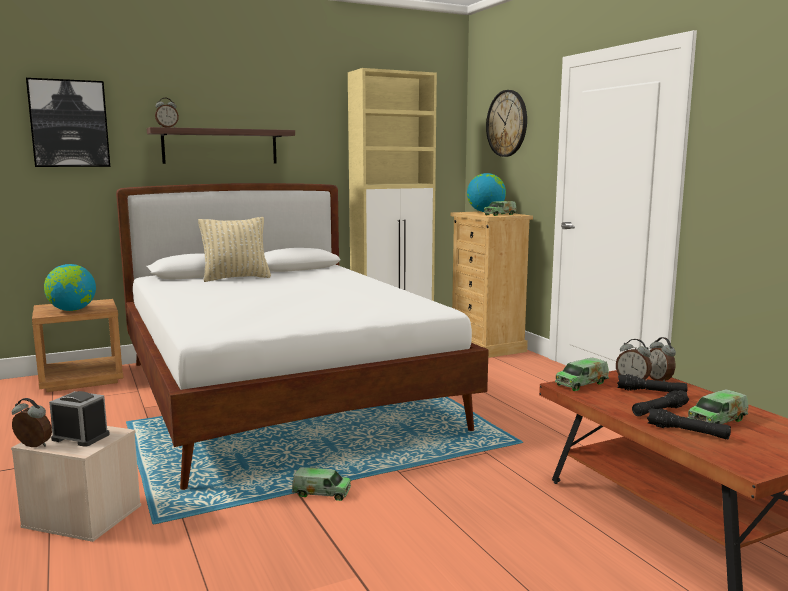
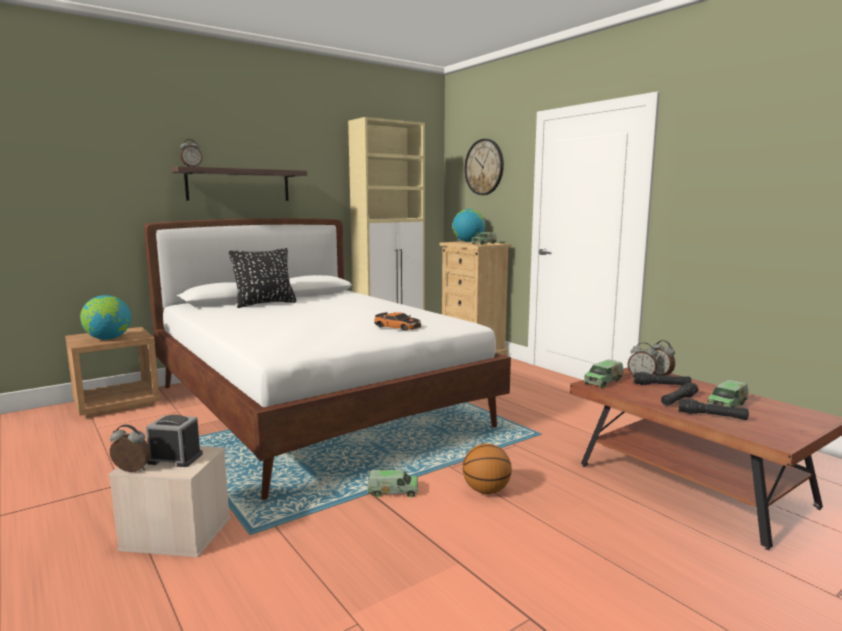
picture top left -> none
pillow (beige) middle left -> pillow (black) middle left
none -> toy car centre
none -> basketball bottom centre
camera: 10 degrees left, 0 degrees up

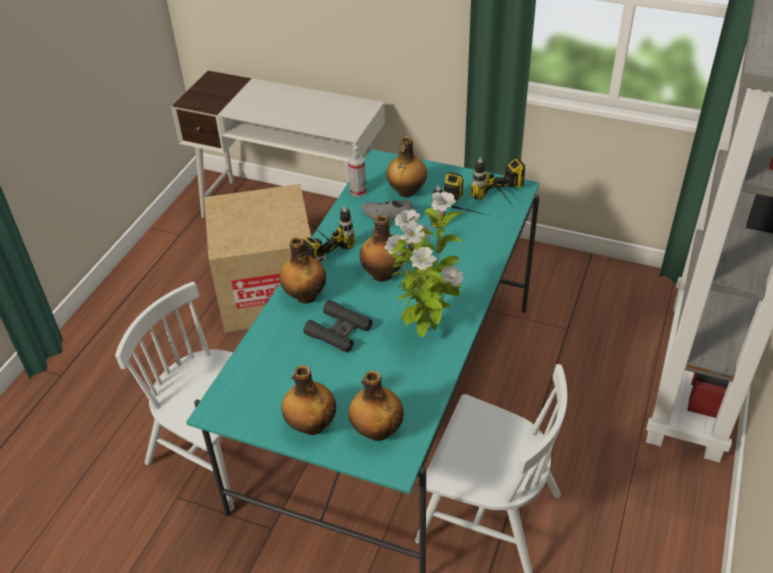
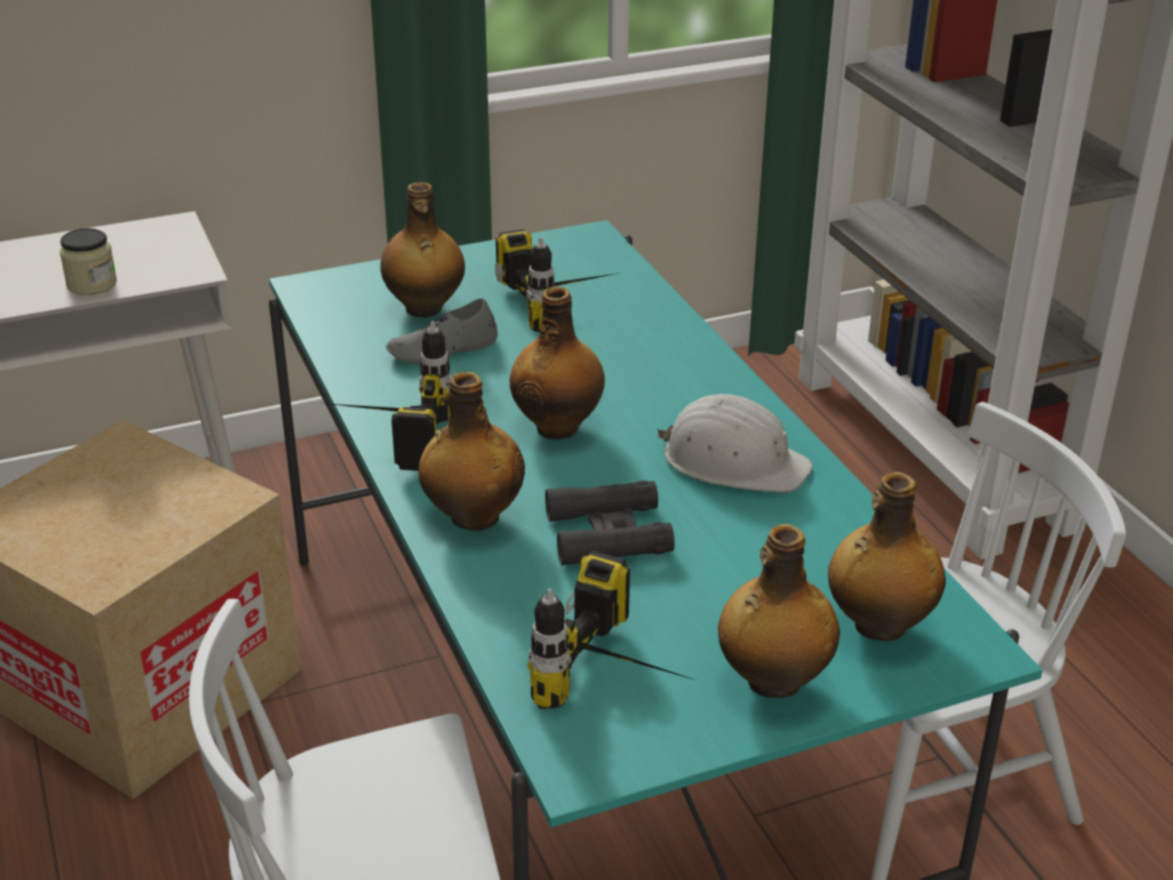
spray bottle top centre -> none
power drill (3rd from left) top centre -> power drill (3rd from left) bottom centre, move
potted plant centre -> hard hat (white) centre
none -> jar top left
camera: 45 degrees left, 10 degrees down

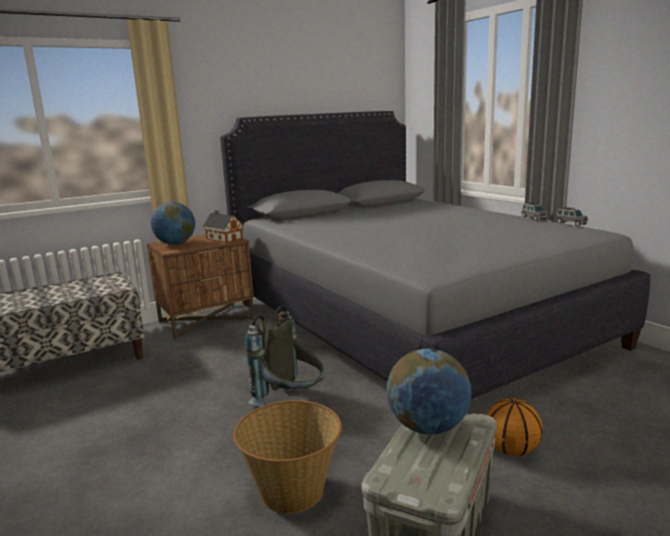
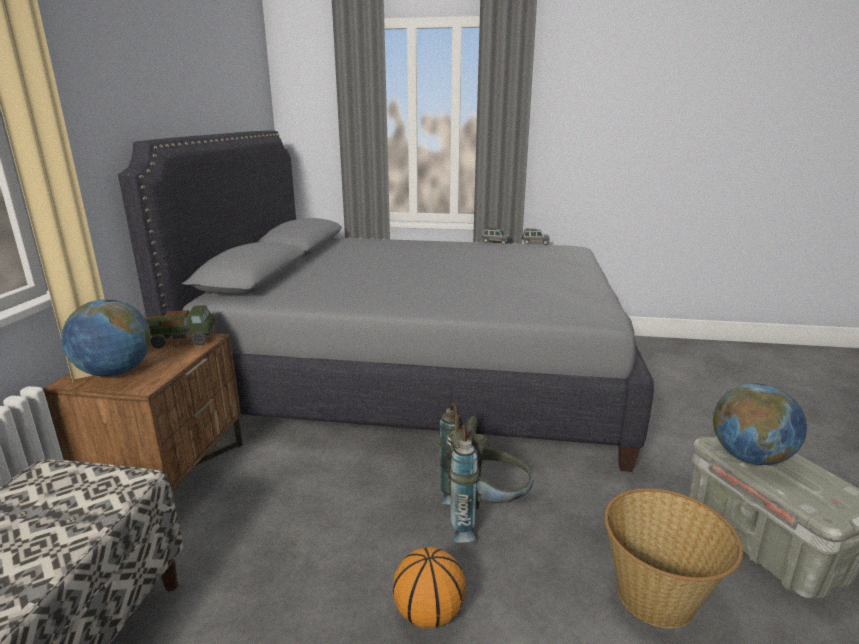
toy house middle left -> toy truck middle left
basketball bottom right -> basketball bottom centre, move
camera: 50 degrees left, 5 degrees up

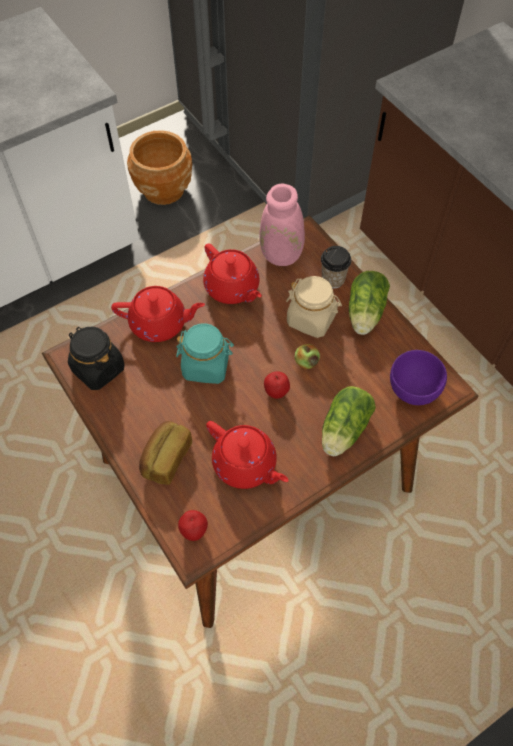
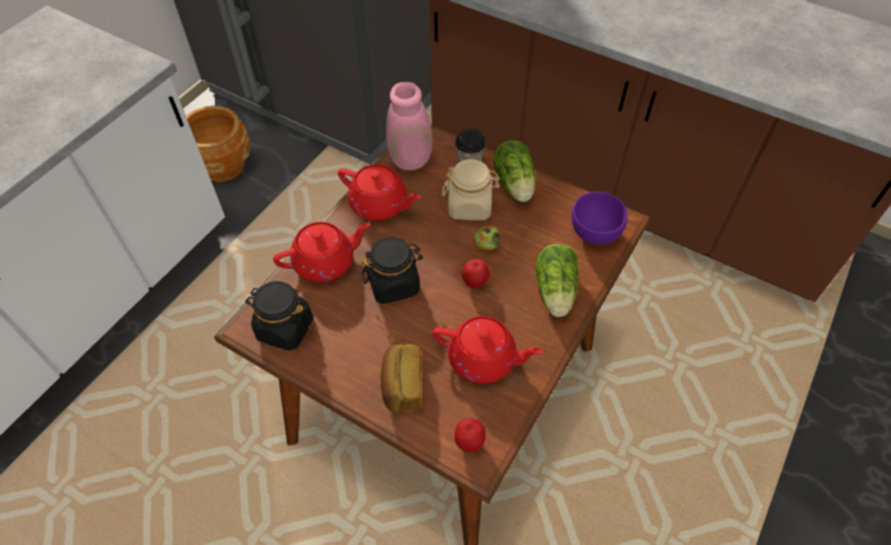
jar (turquoise) centre -> jar (black) (2nd from left) centre
camera: 25 degrees left, 5 degrees down

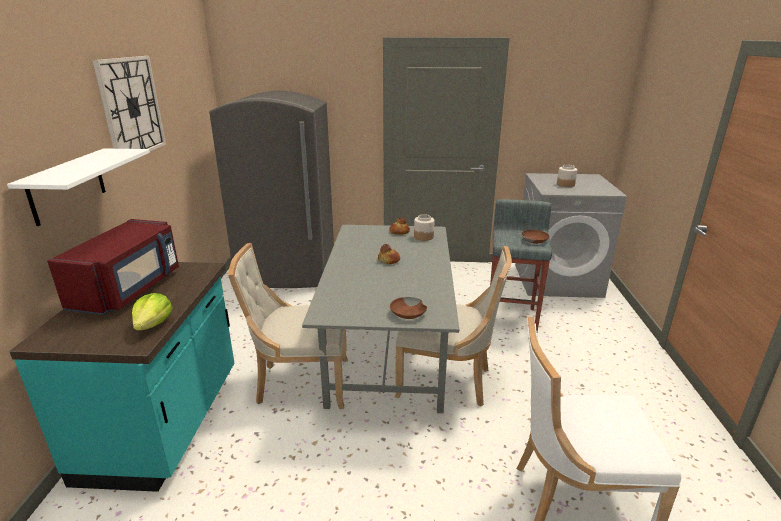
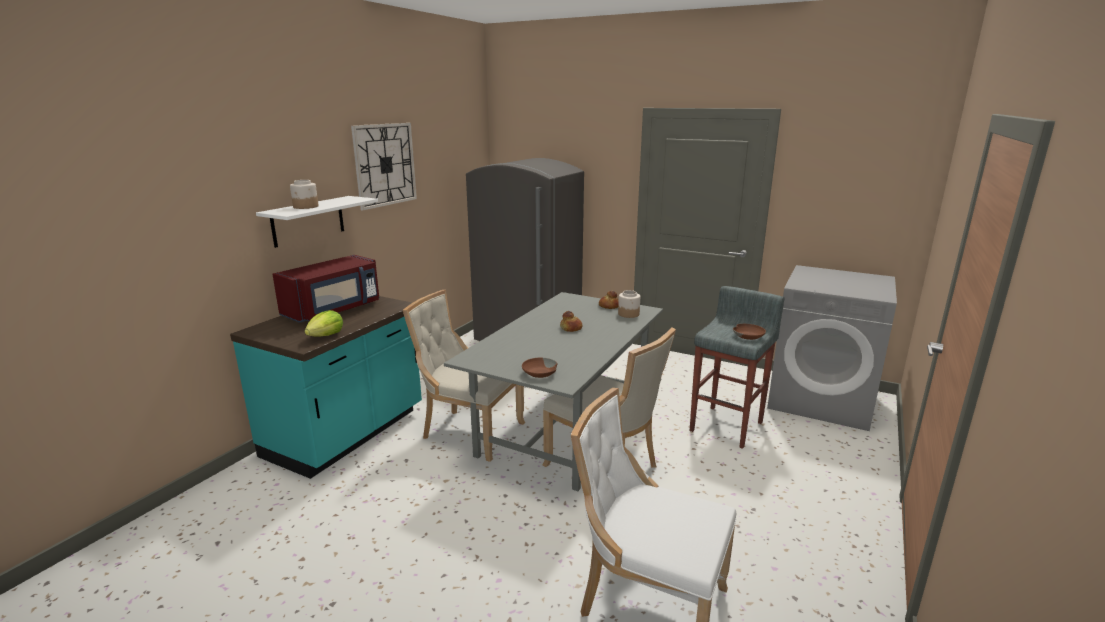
jar (2nd from left in the first image) middle right -> jar (1st from left) top left, move
camera: 25 degrees right, 5 degrees down

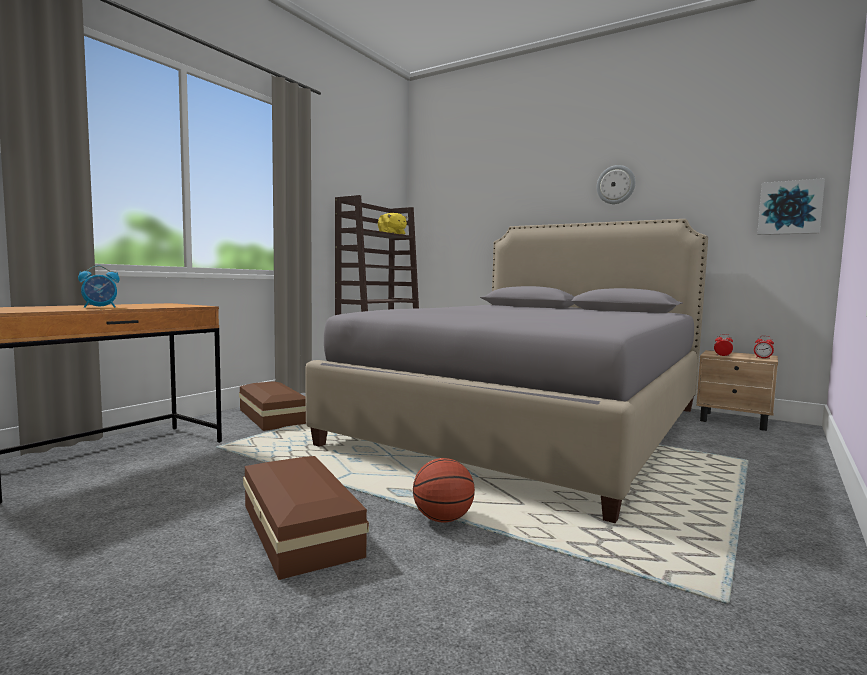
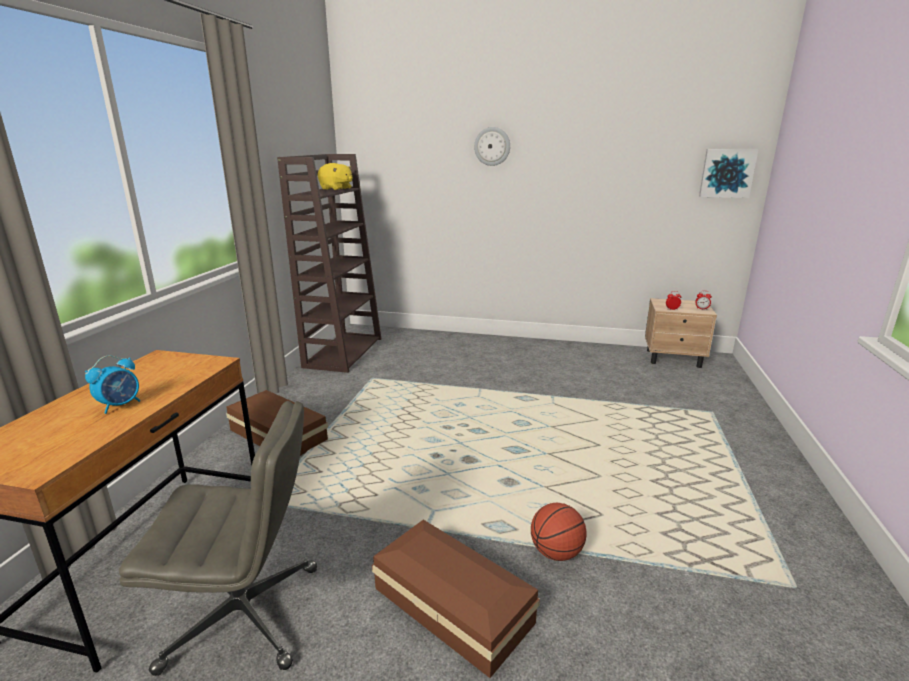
wall clock top right -> wall clock top centre, move
bed (grey) centre -> none
none -> office chair (grey) bottom left
camera: 20 degrees left, 15 degrees up

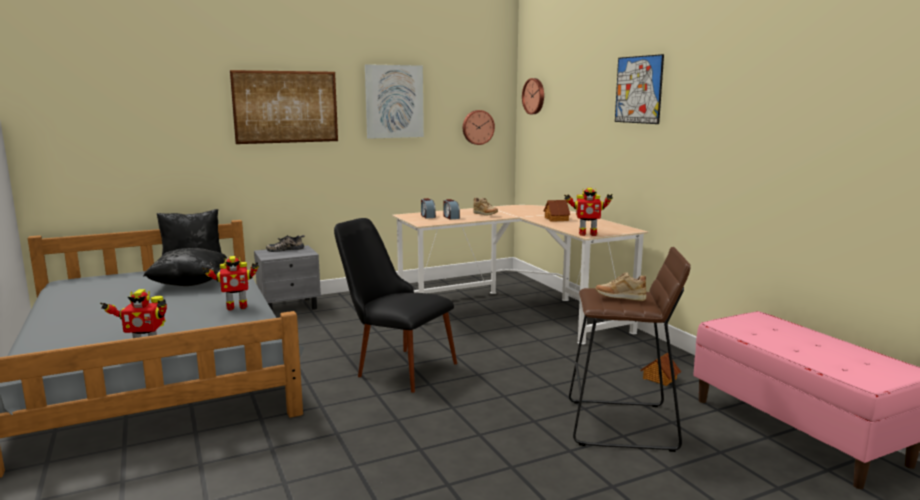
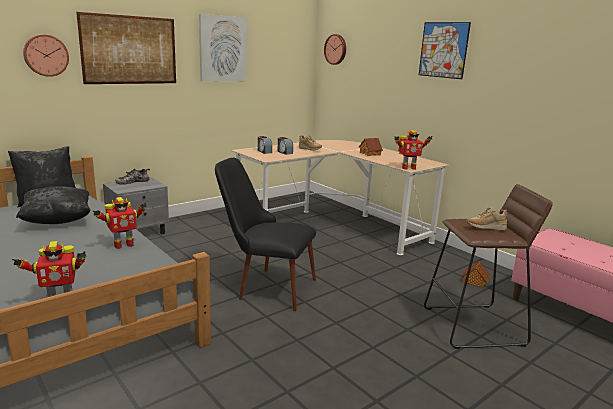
wall clock (1st from left) top centre -> wall clock (1st from left) top left, move
camera: 15 degrees left, 5 degrees up

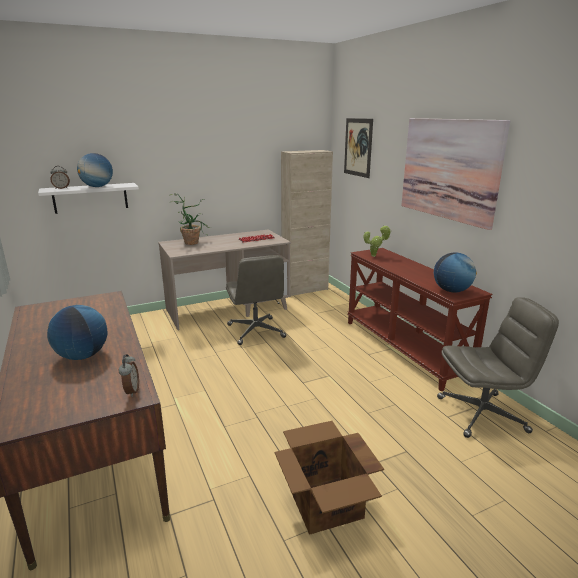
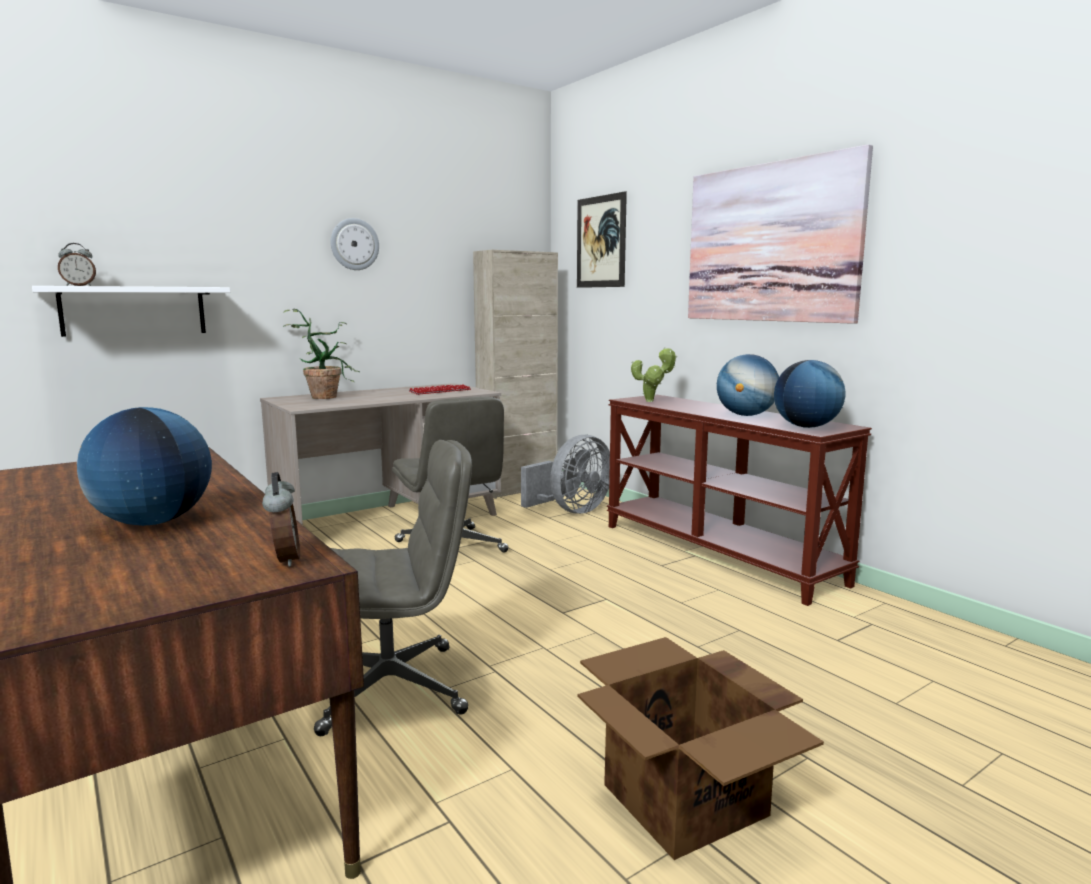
globe (2nd from left) top left -> globe (2nd from left) middle right, move
office chair (grey) (2nd from left in the first image) middle right -> office chair (grey) (1st from left) centre, move
none -> wall clock top left
none -> fan (grey) centre
camera: 10 degrees left, 10 degrees down

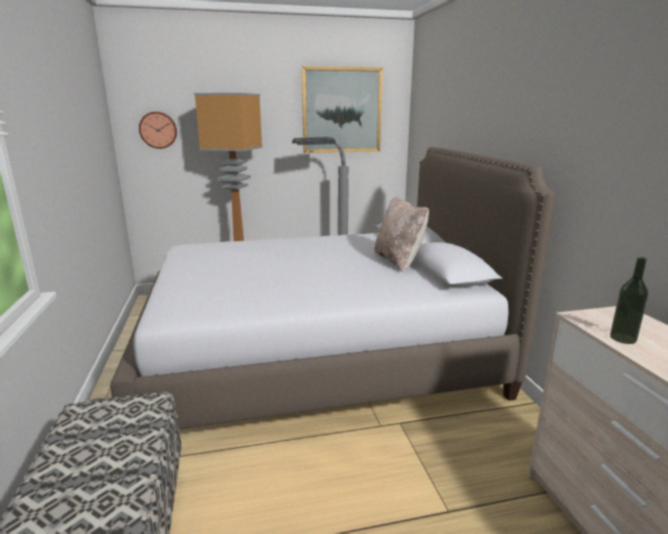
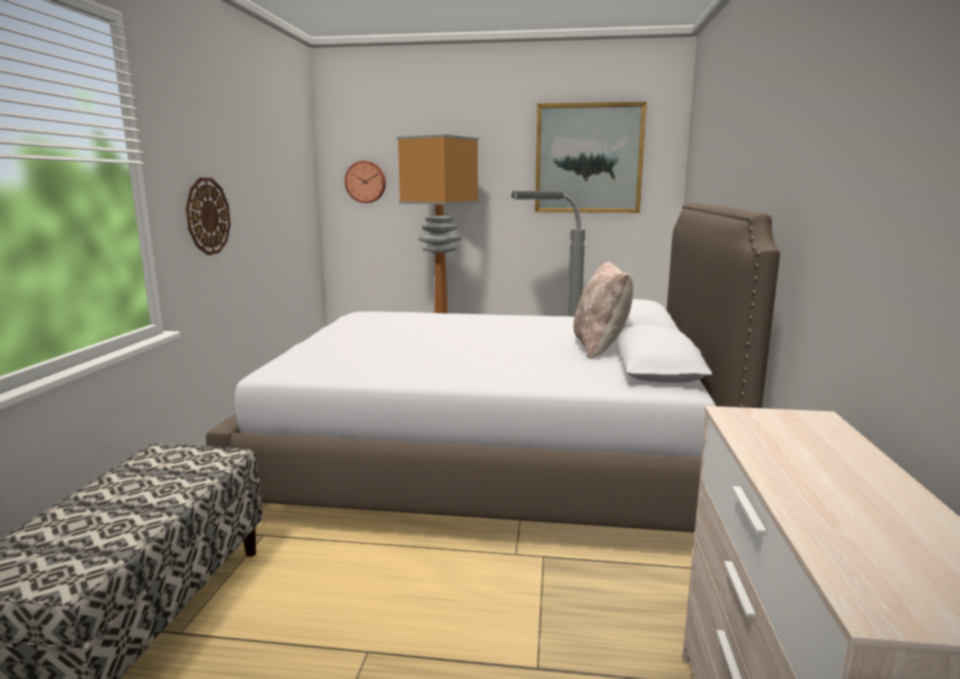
bottle middle right -> none
none -> wall clock (1st from left) top left
camera: 20 degrees right, 5 degrees down

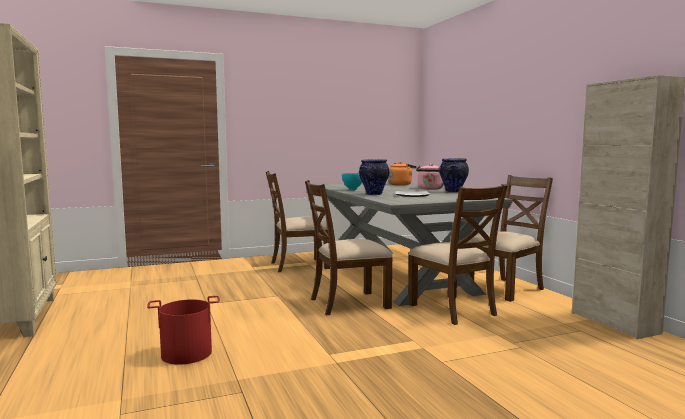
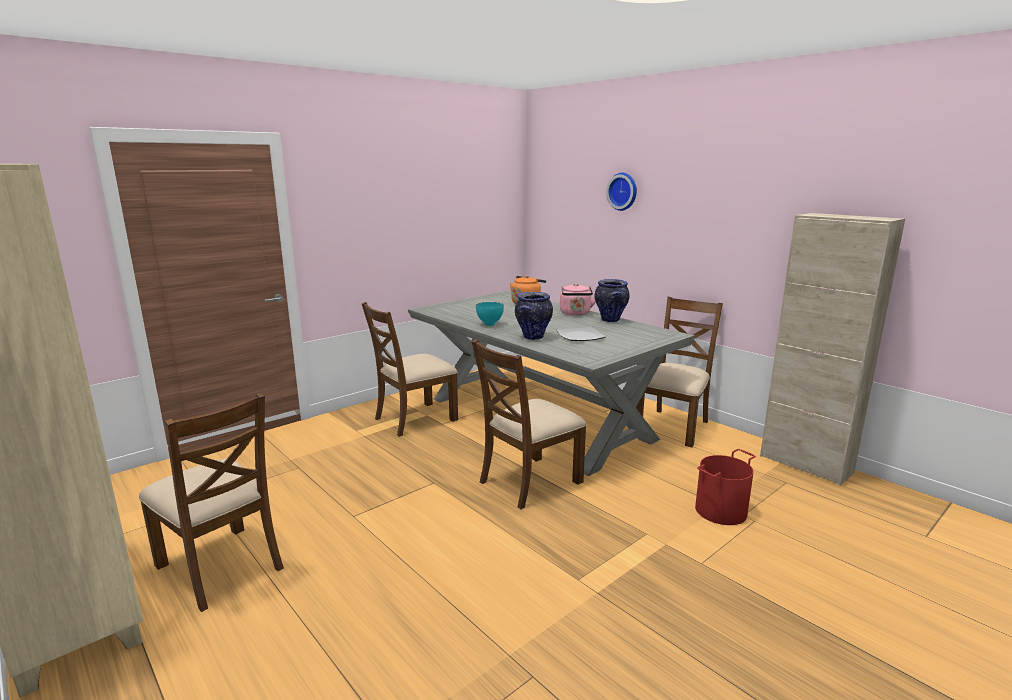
chair (brown) (3rd from left in the first image) middle right -> chair (brown) (1st from left) bottom left, move
bucket (red) bottom left -> bucket (red) bottom right, move
none -> wall clock top centre
camera: 20 degrees left, 10 degrees up

